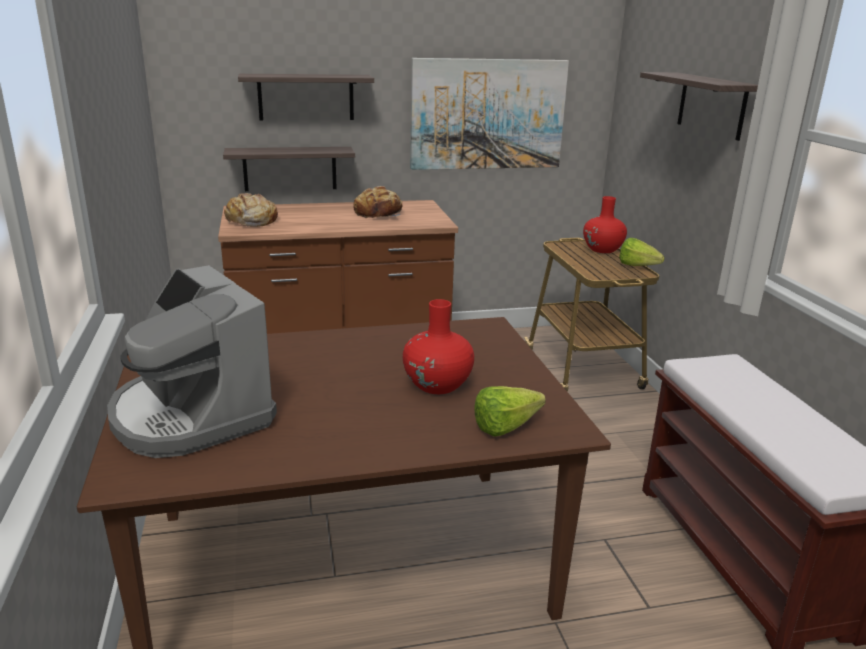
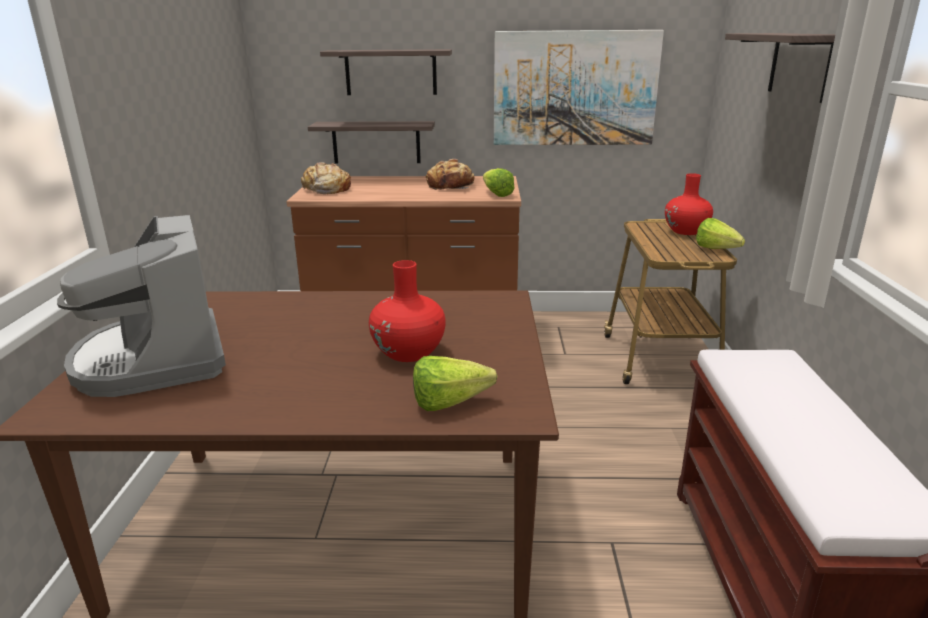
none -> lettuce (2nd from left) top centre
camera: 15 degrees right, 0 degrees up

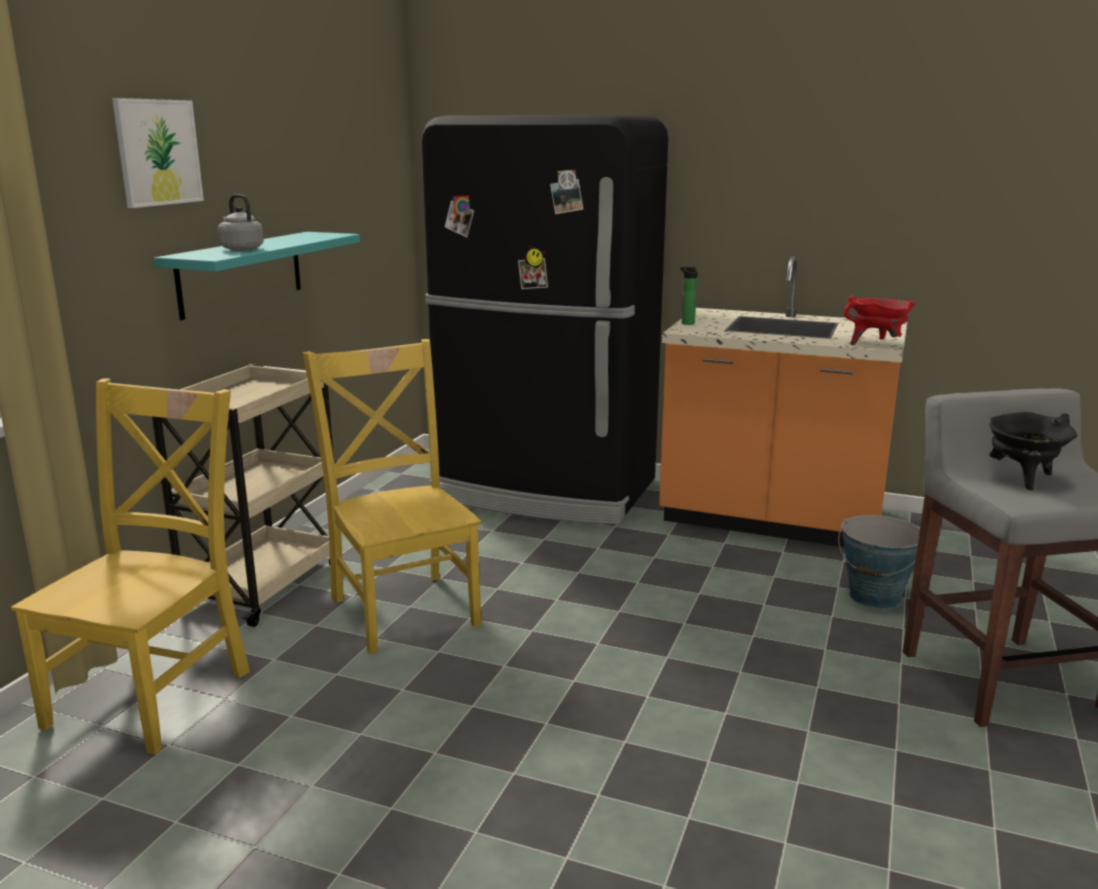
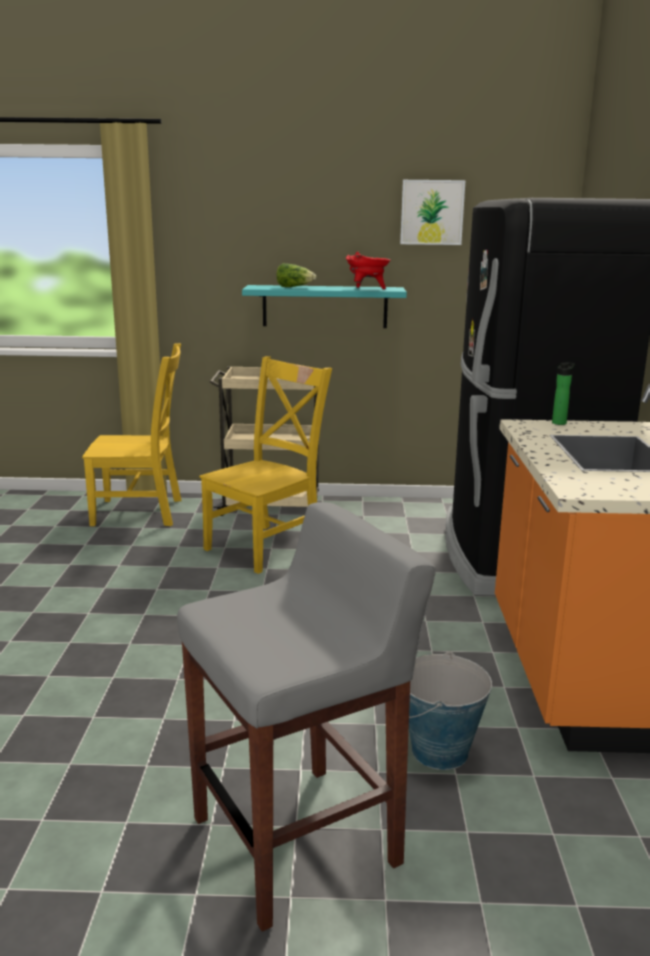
picture top left -> picture top centre, move
kettle (grey) top left -> lettuce top centre
cooking pot (red) middle right -> cooking pot (red) top centre, move
cooking pot (black) middle right -> none
camera: 70 degrees right, 0 degrees up

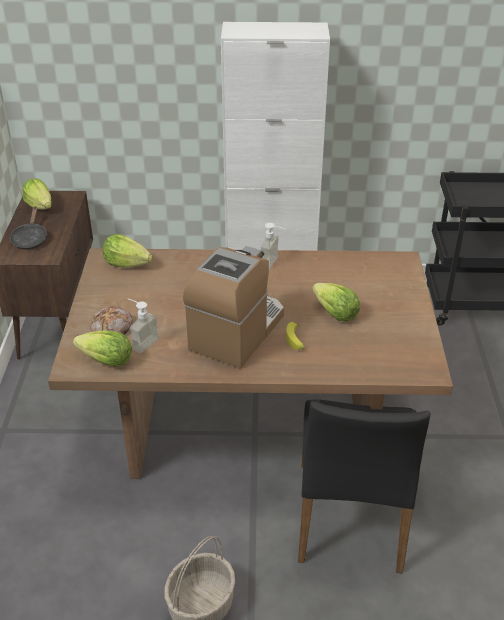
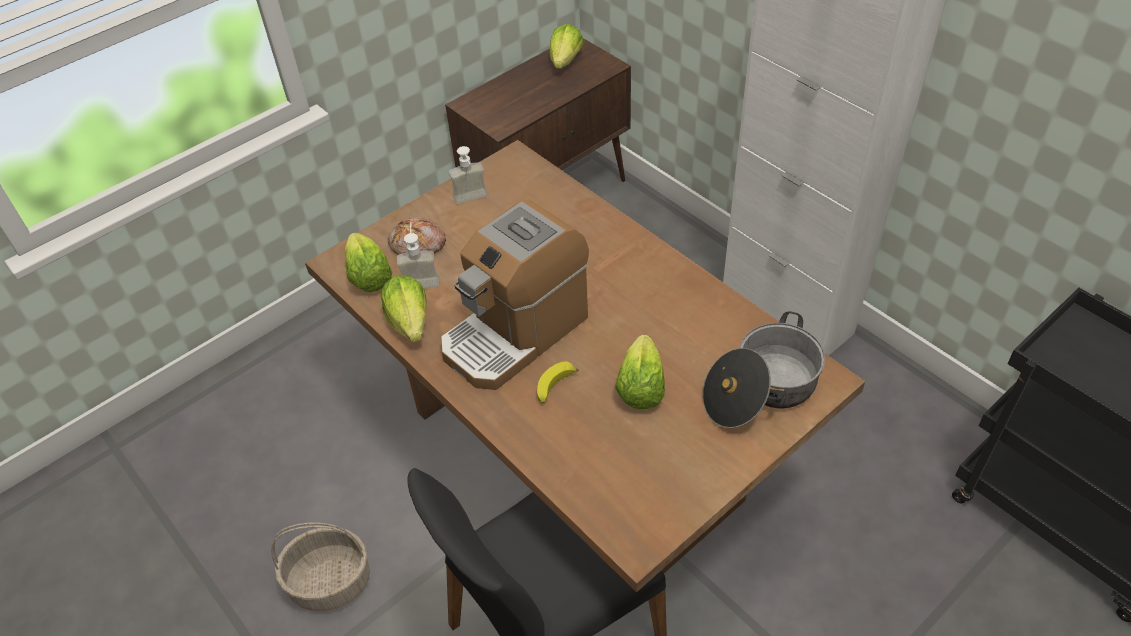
frying pan (black) middle left -> none
soap dispenser (2nd from left) centre -> soap dispenser (2nd from left) top centre, move
lettuce (3rd from left in the first image) middle left -> lettuce (2nd from left) centre, move
coffee machine centre, 150 degrees clockwise
none -> cooking pot middle right
camera: 50 degrees right, 10 degrees up

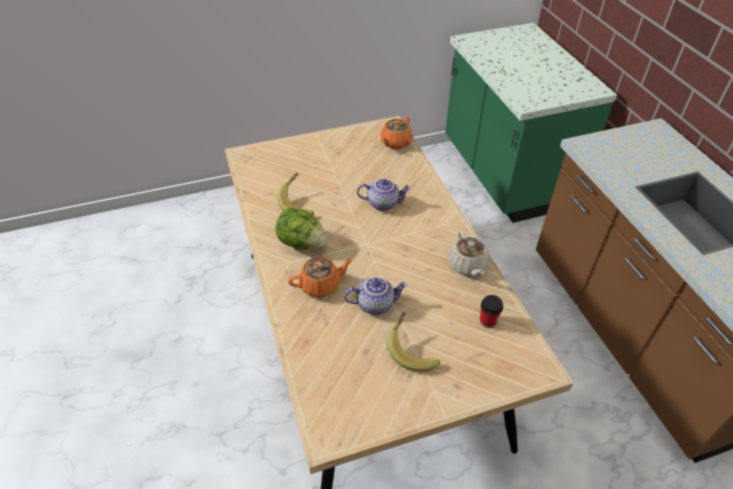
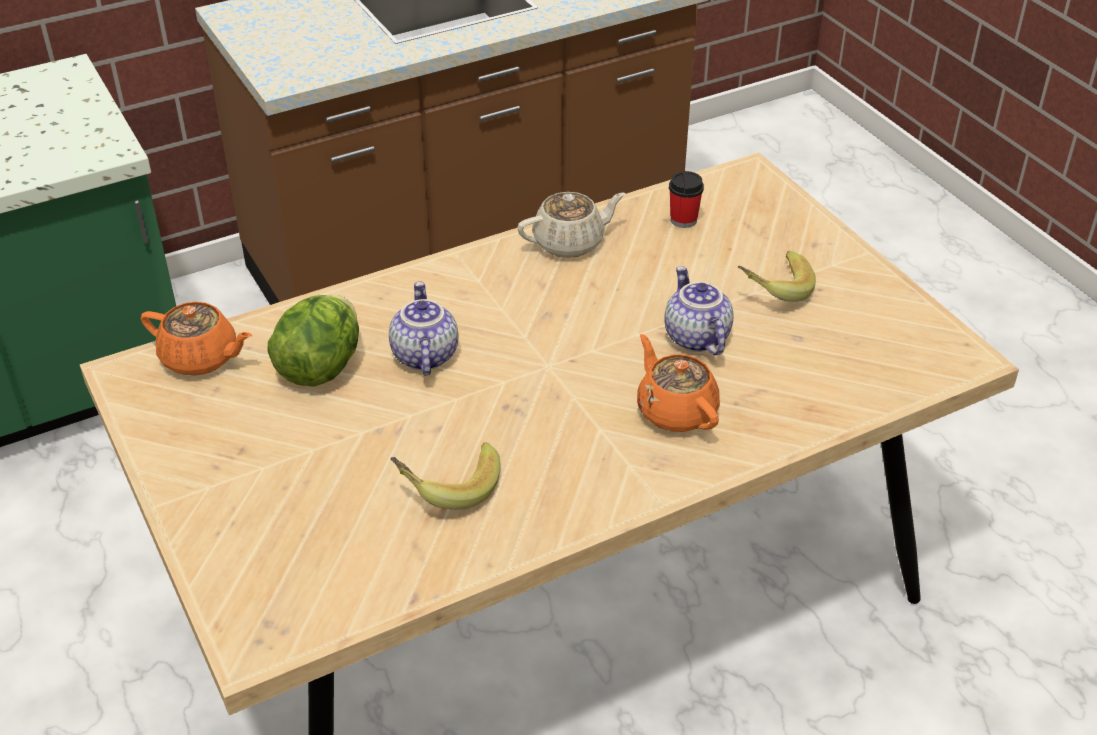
lettuce centre -> lettuce middle left, move
camera: 100 degrees left, 5 degrees down

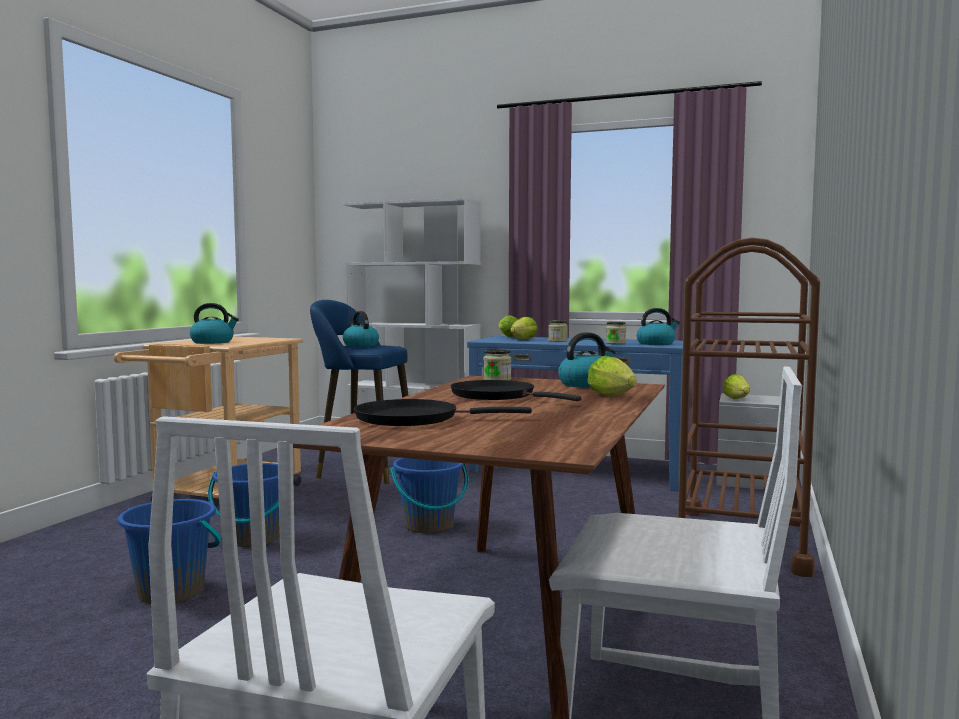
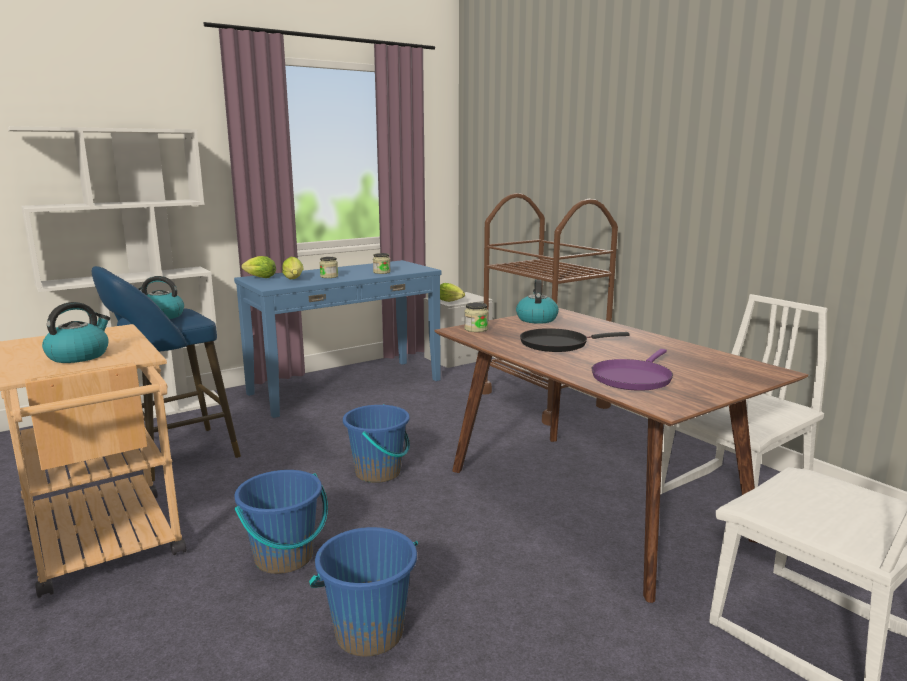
kettle (4th from left) middle right -> none
lettuce (3rd from left) centre -> none
frying pan (black) (1st from left) centre -> frying pan (purple) middle right
camera: 55 degrees left, 10 degrees up

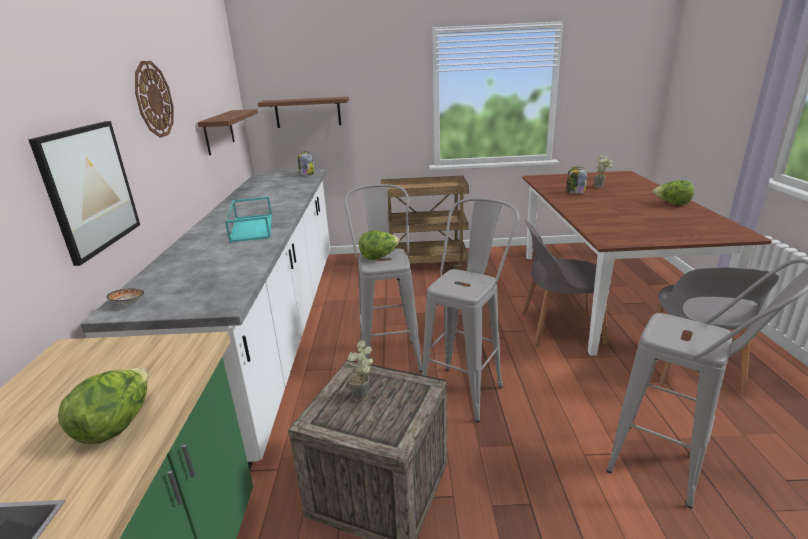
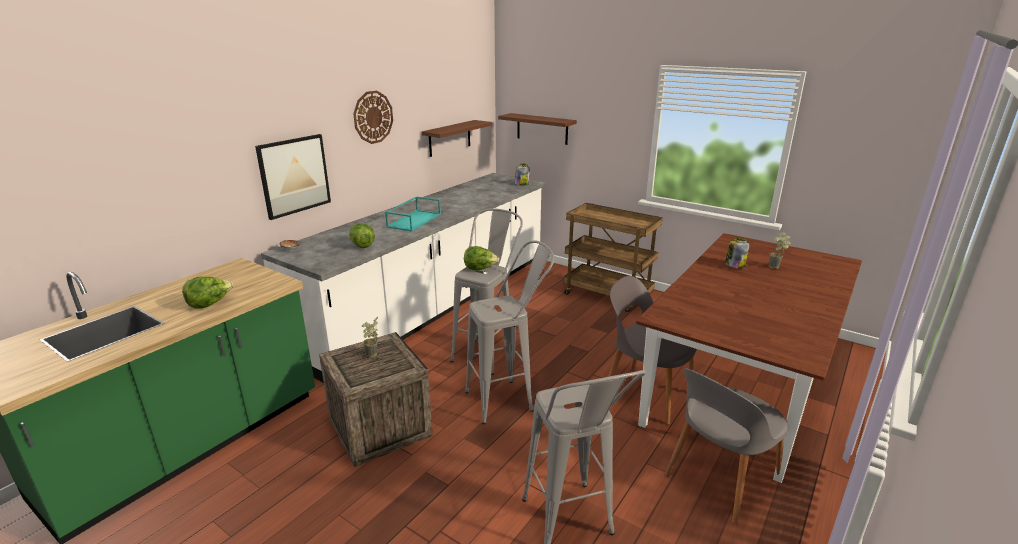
lettuce (3rd from left in the first image) middle right -> lettuce (2nd from left) centre, move
camera: 35 degrees right, 0 degrees up

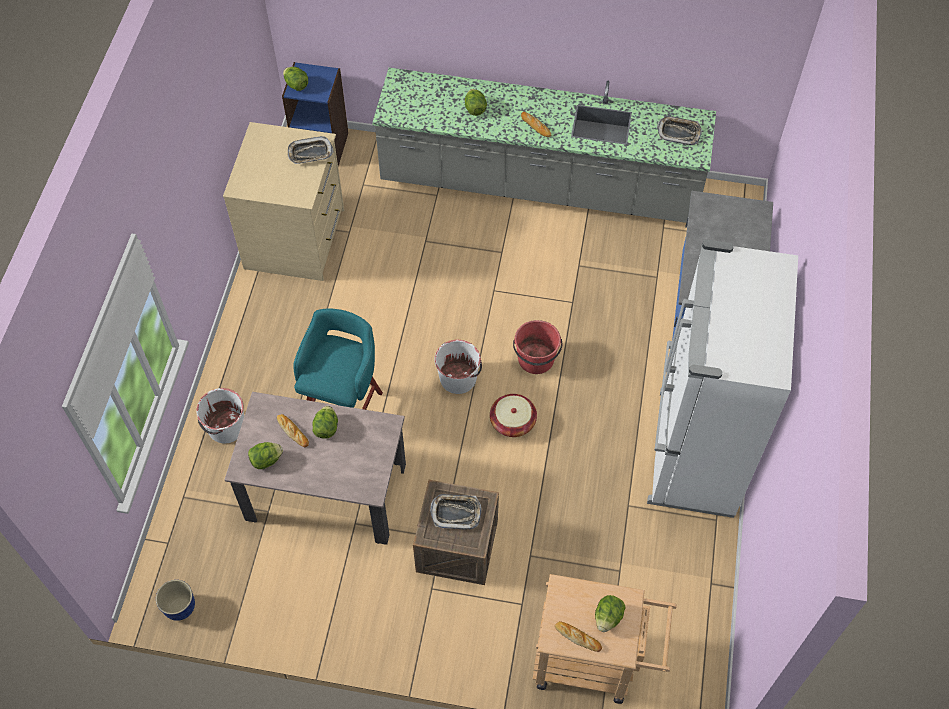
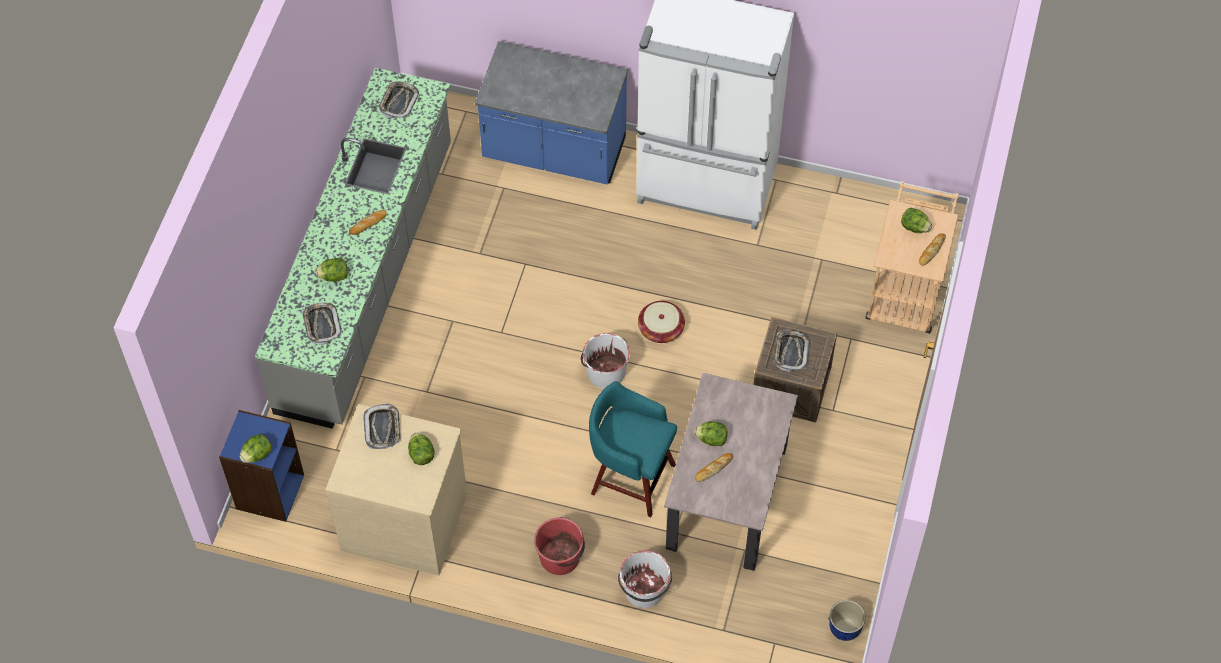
bucket (red) centre -> bucket (red) bottom centre, move
lettuce (1st from left in the first image) middle left -> lettuce (3rd from left) bottom centre, move
none -> tray (1st from left) middle left
camera: 85 degrees left, 0 degrees up

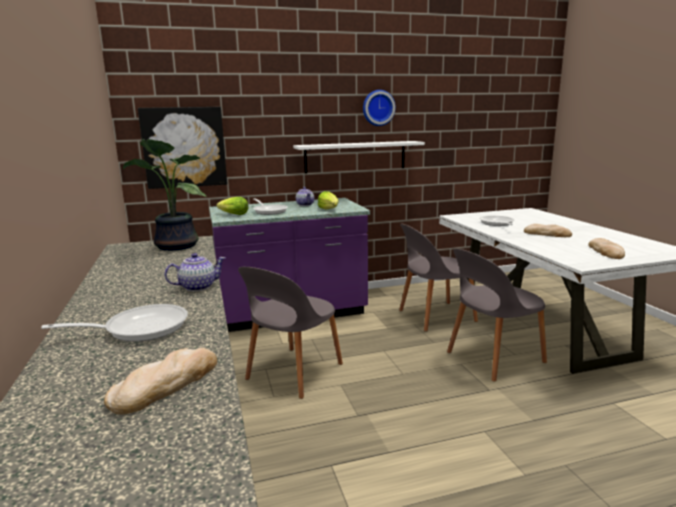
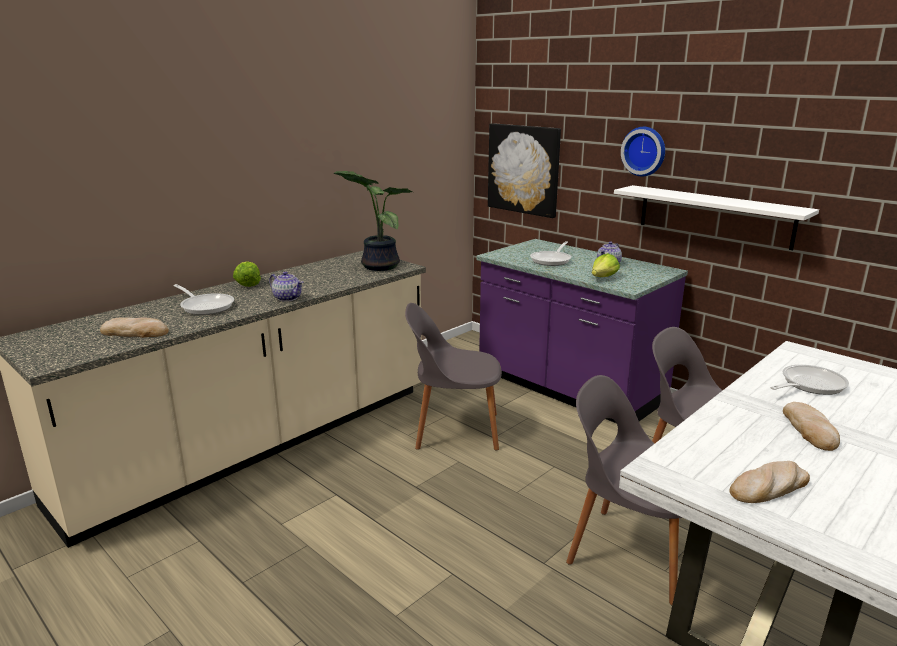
wall clock top centre -> wall clock top right, move
lettuce (1st from left) centre -> lettuce (1st from left) middle left, move
camera: 60 degrees right, 5 degrees up

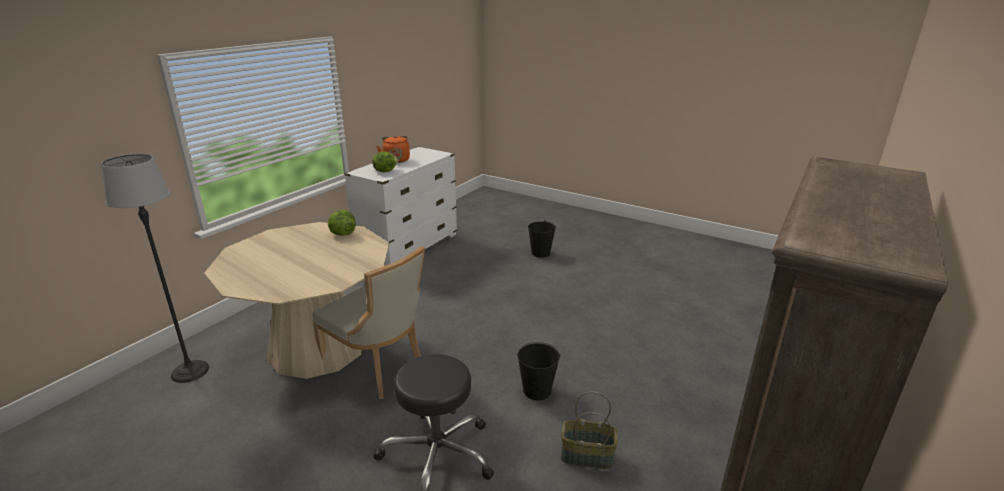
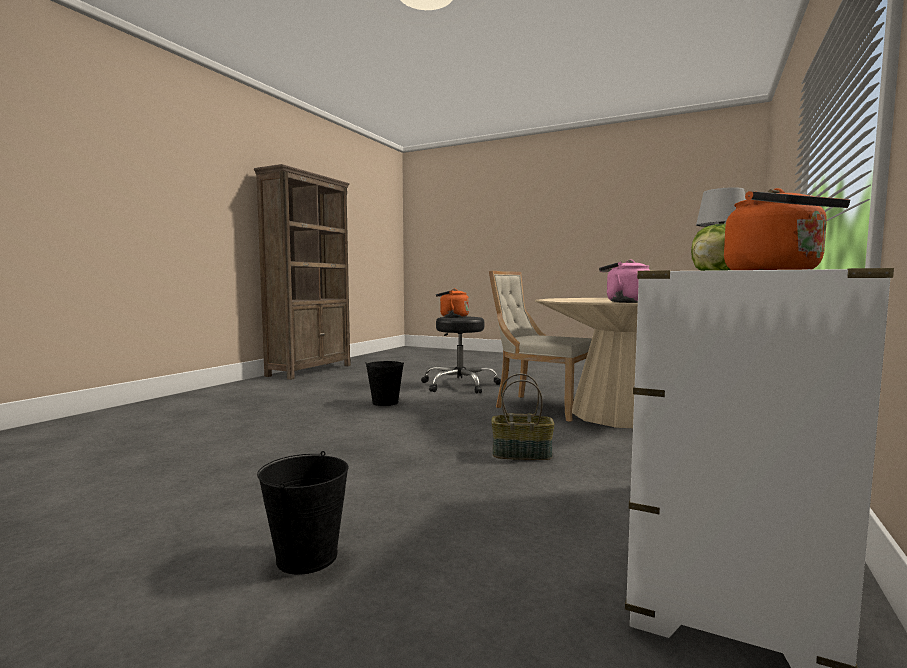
lettuce (1st from left) centre -> kettle (pink) middle right
basket bottom centre -> basket centre, move
none -> kettle (orange) (1st from left) centre
camera: 175 degrees right, 20 degrees down

